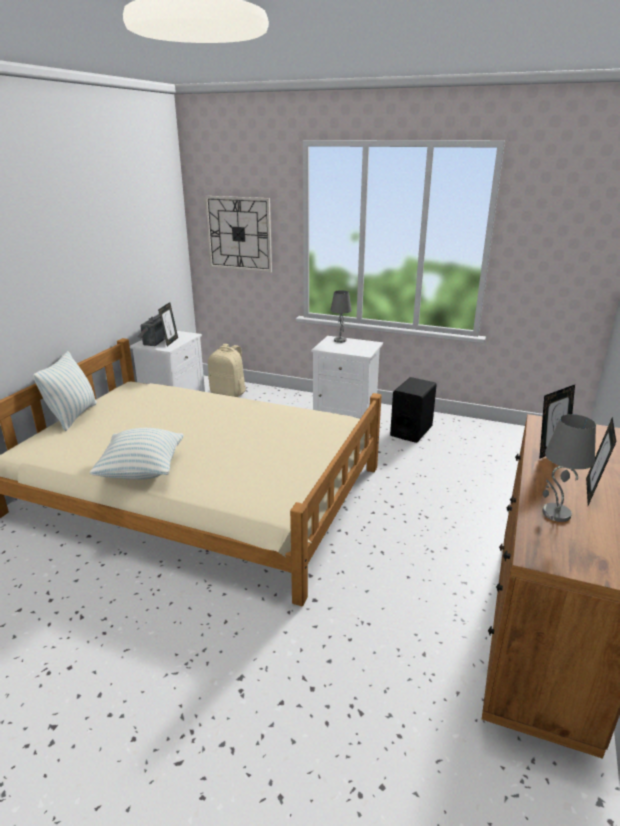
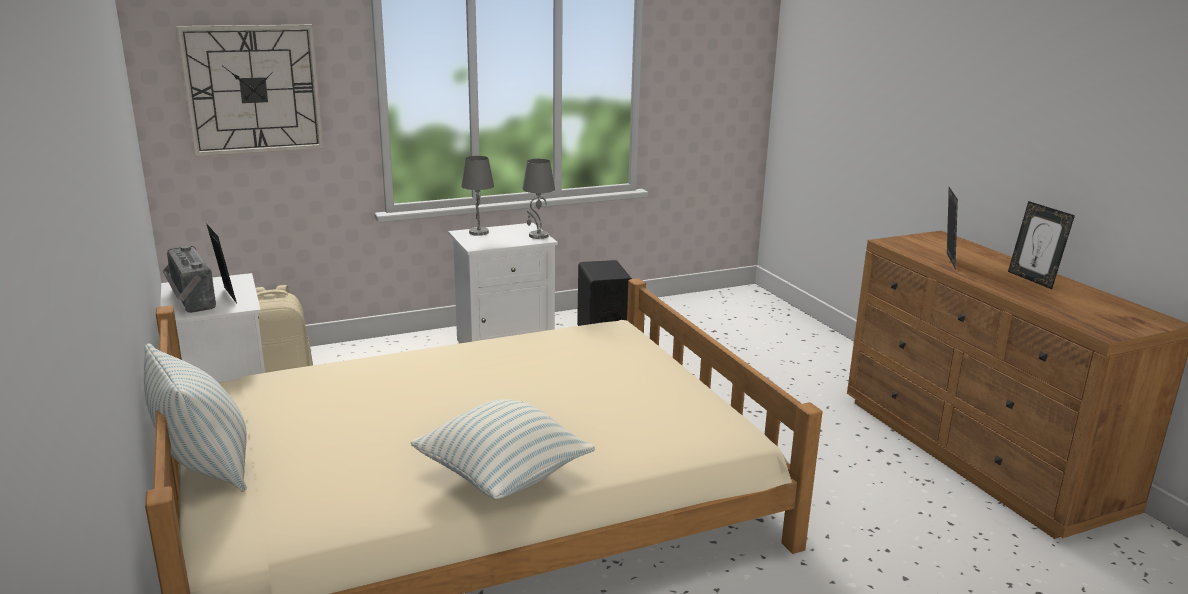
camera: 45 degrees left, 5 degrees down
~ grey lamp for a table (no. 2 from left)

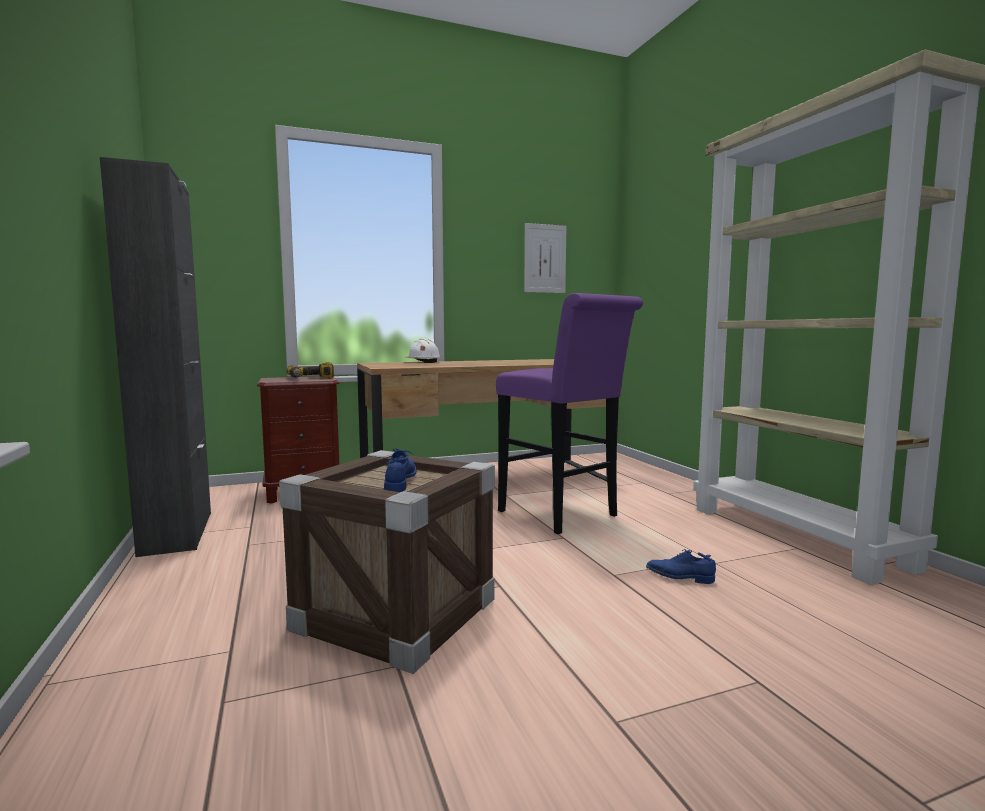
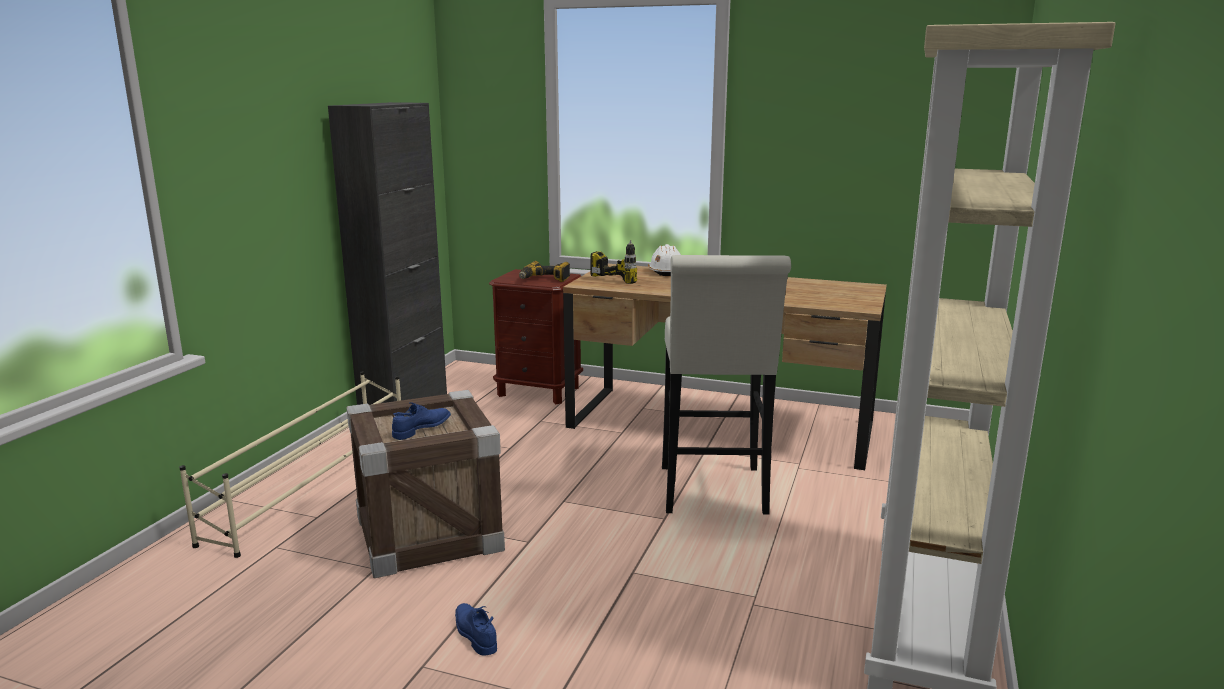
camera: 40 degrees right, 10 degrees up
- wall art
~ purplish stool seat to whitish stool seat
~ bluish shoe (no. 2 from left)
+ electric drill (no. 2 from left)
+ beige shoe stand

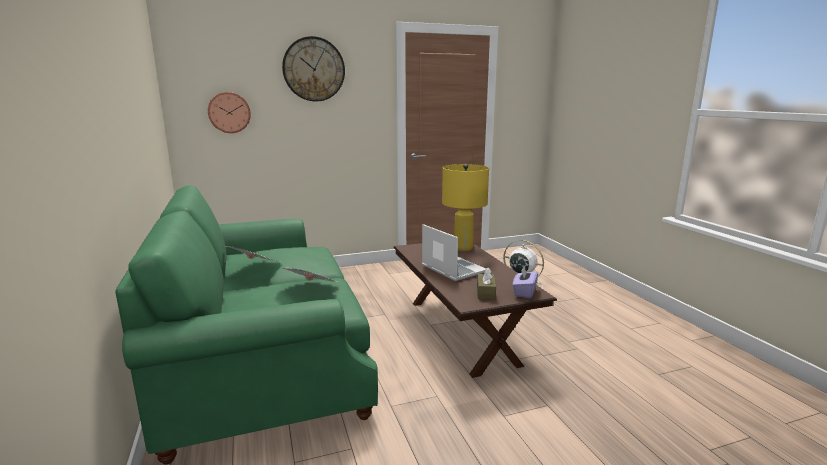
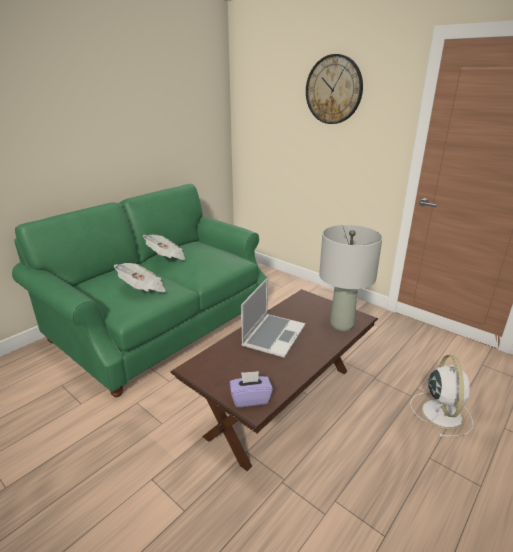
camera: 60 degrees right, 10 degrees up
- hanging clock (no. 1 from left)
~ yellow lamp for a table to grey lamp for a table
- brown-coloured tissue holder

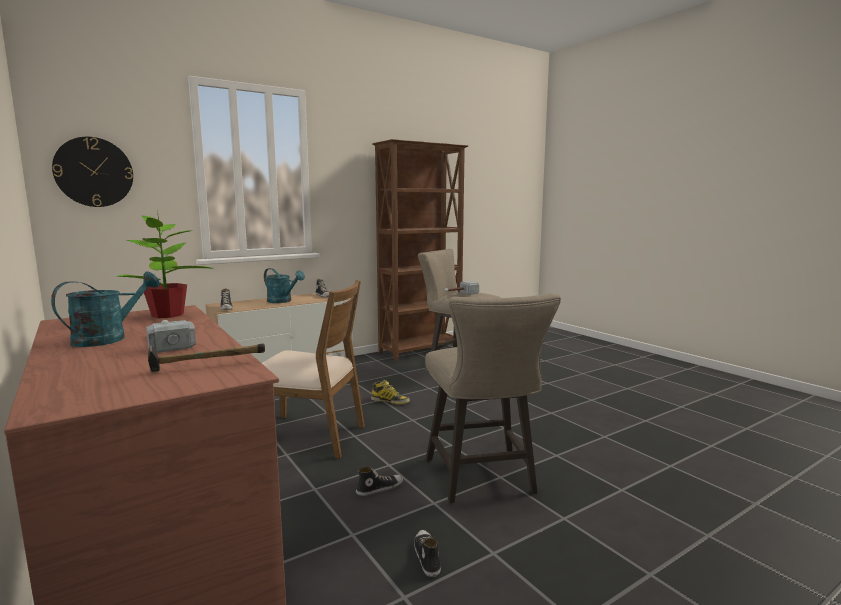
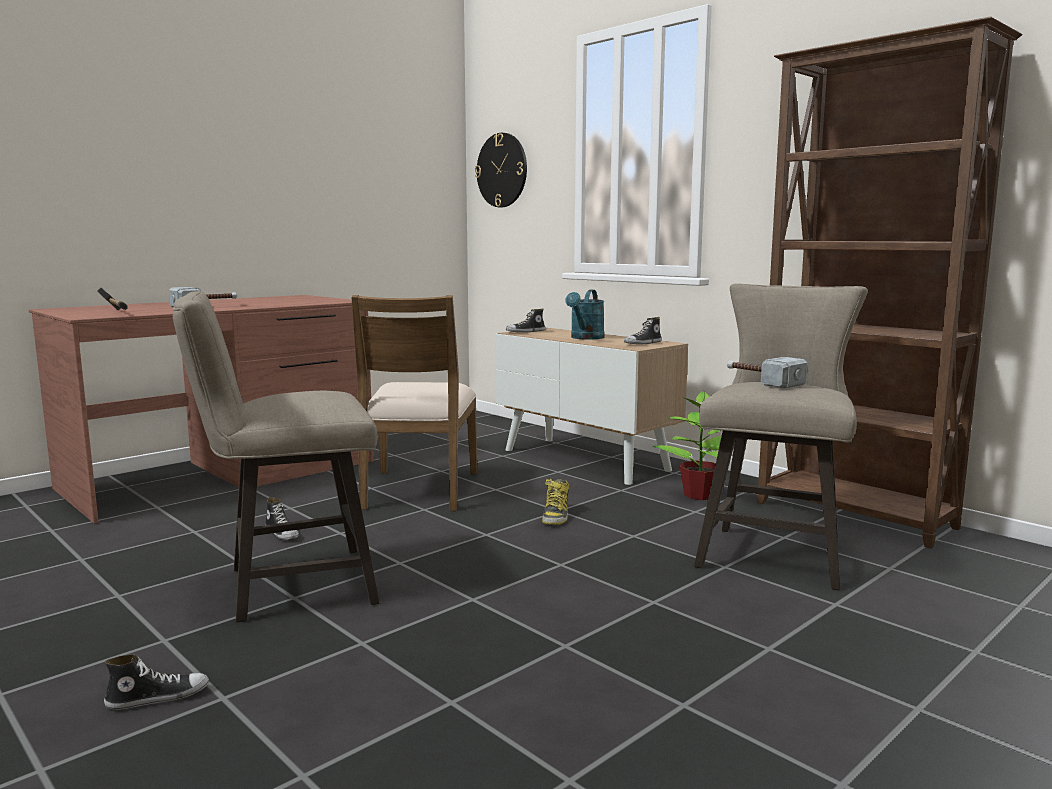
camera: 80 degrees right, 0 degrees up
~ potted plant
- turquoise-coloured sprinkling can (no. 1 from left)
~ shoe (no. 4 from left in the first image) to shoe (no. 1 from left)

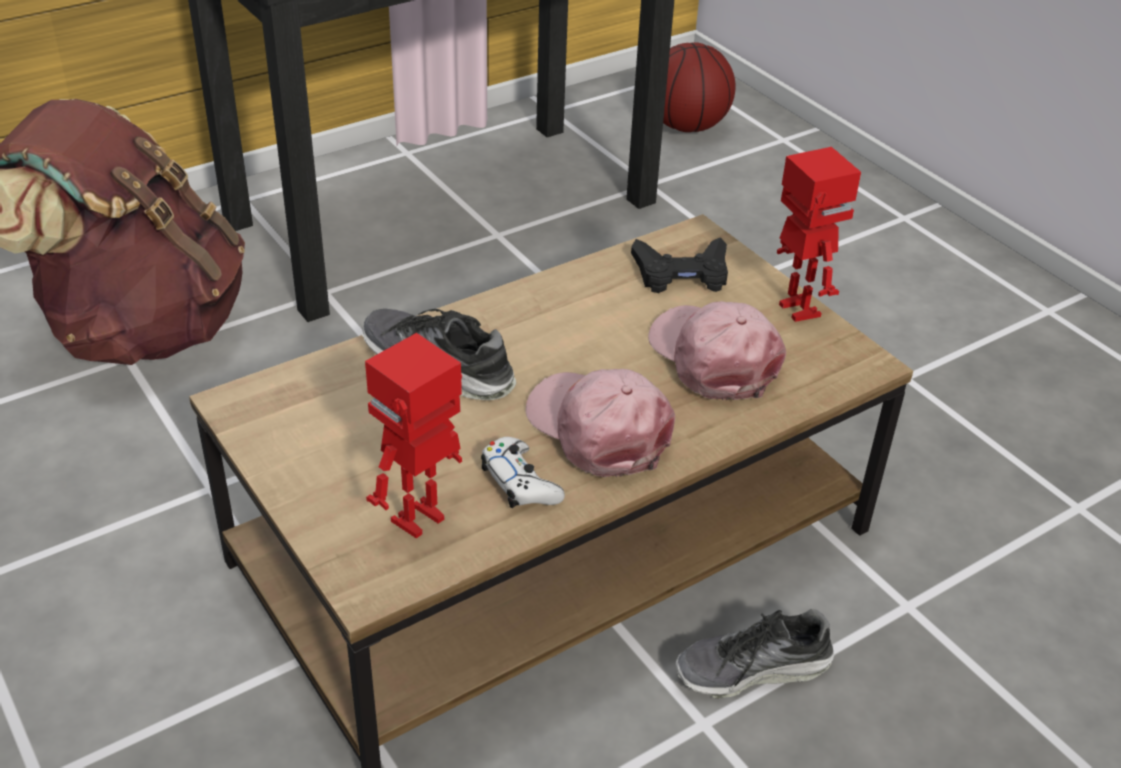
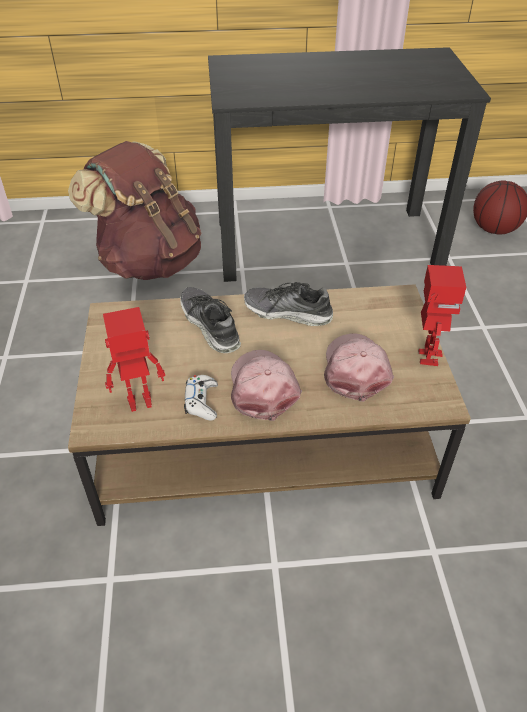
camera: 30 degrees right, 5 degrees up
- black joypad
~ shoe (no. 2 from left)

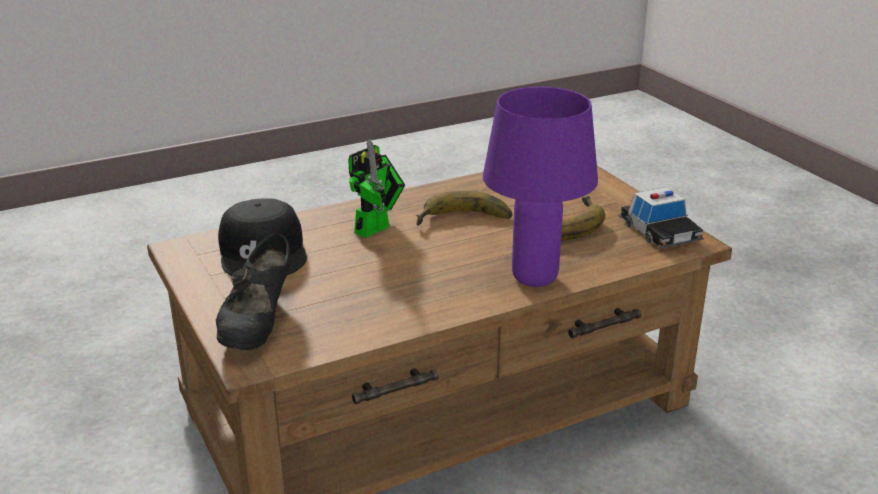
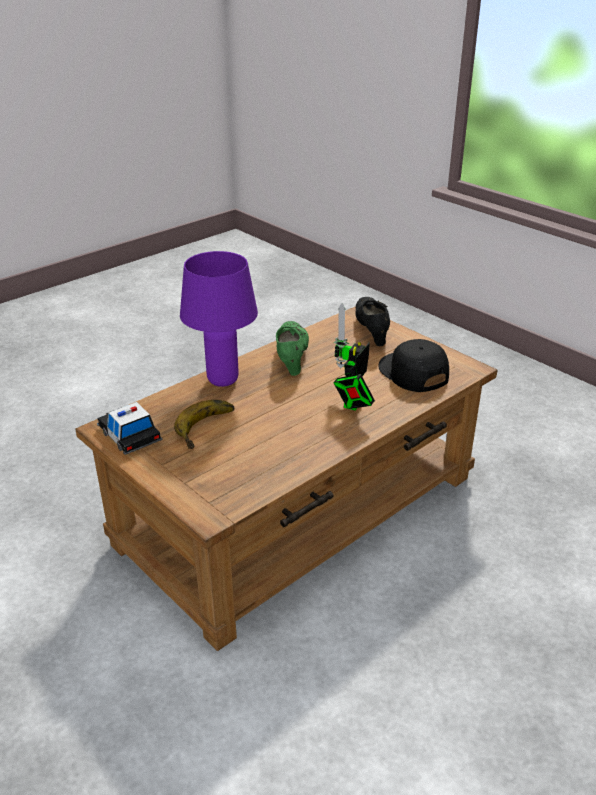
camera: 165 degrees right, 5 degrees up
- whole banana (no. 1 from left)
+ green-coloured shoe

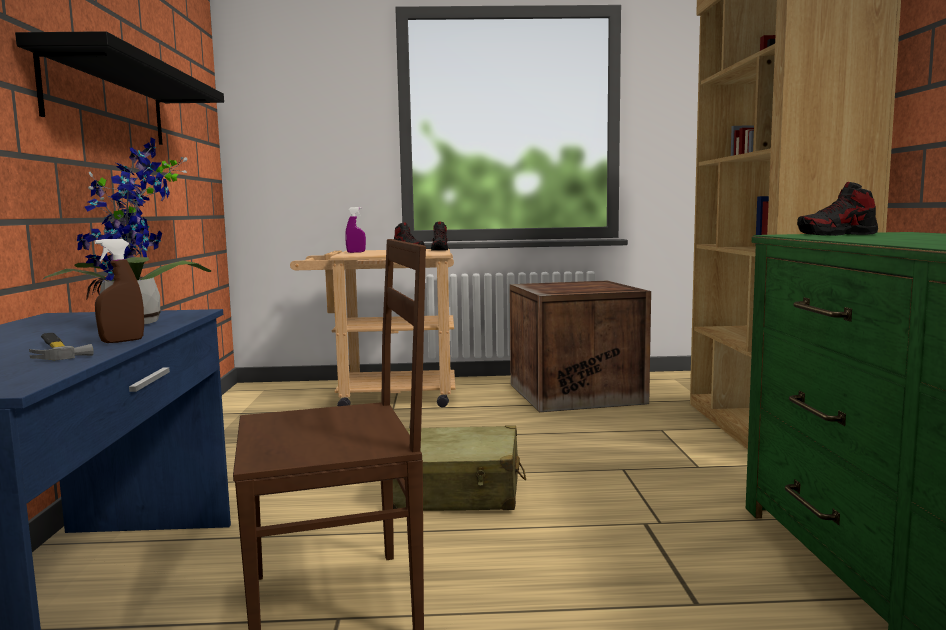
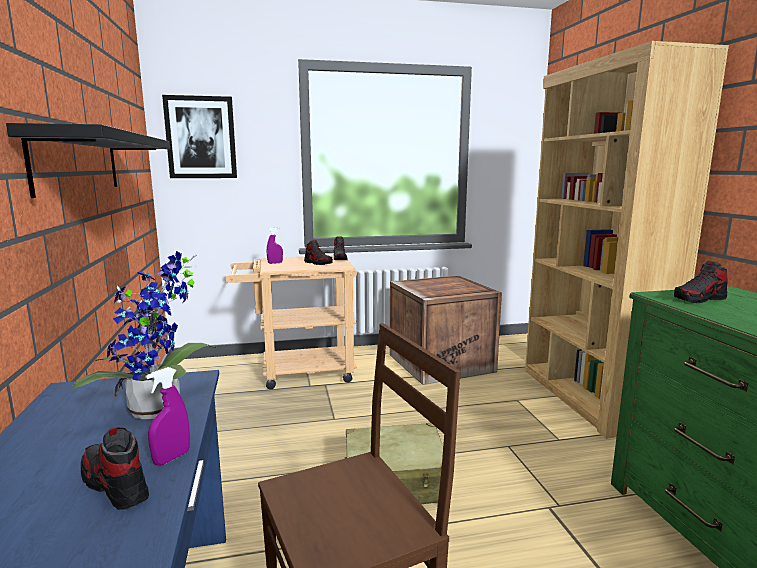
camera: 10 degrees left, 5 degrees up
~ brown-coloured sprayer to purplish sprayer (no. 1 from left)
~ hammer to shoe (no. 1 from left)
+ wall art

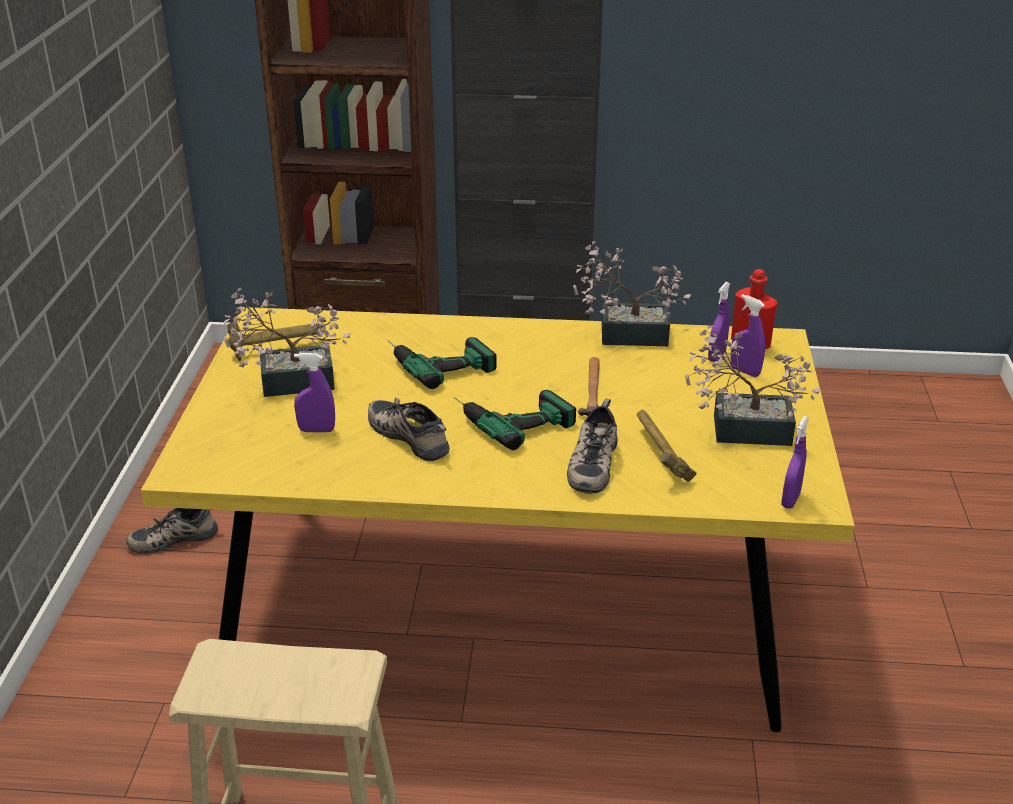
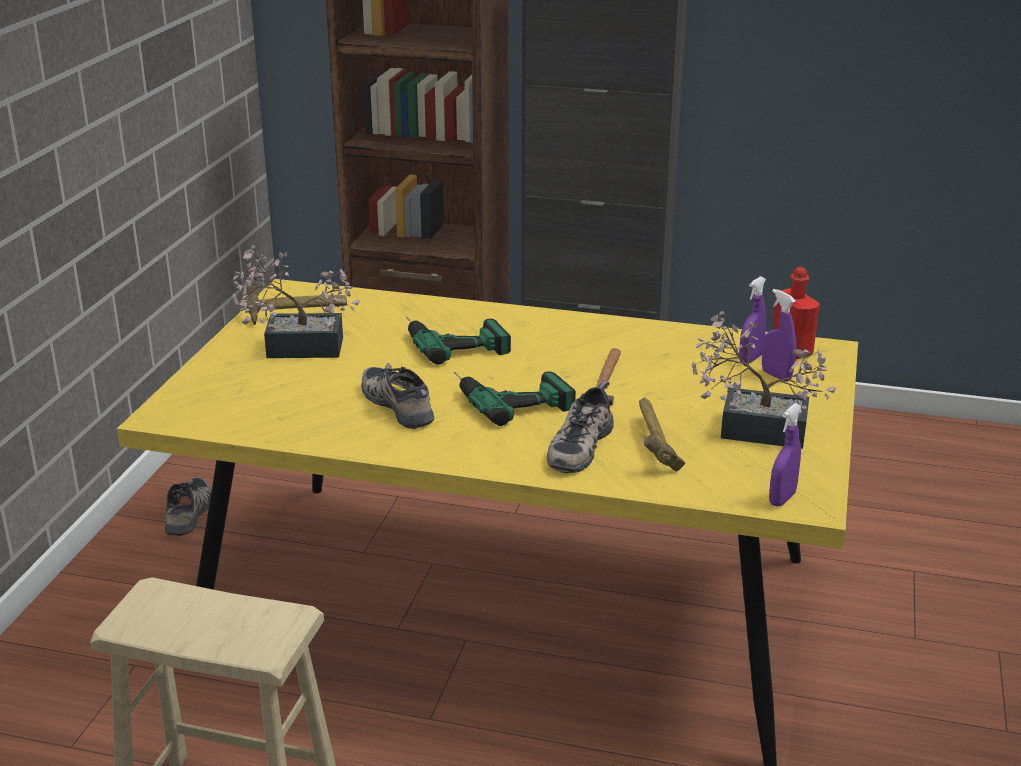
camera: 10 degrees right, 5 degrees down
- potted plant (no. 2 from left)
- purplish sprayer (no. 1 from left)
~ shoe (no. 1 from left) 105 degrees clockwise

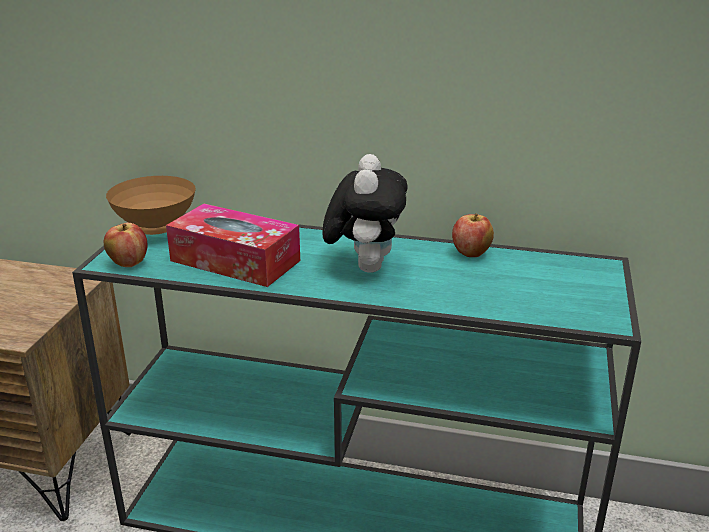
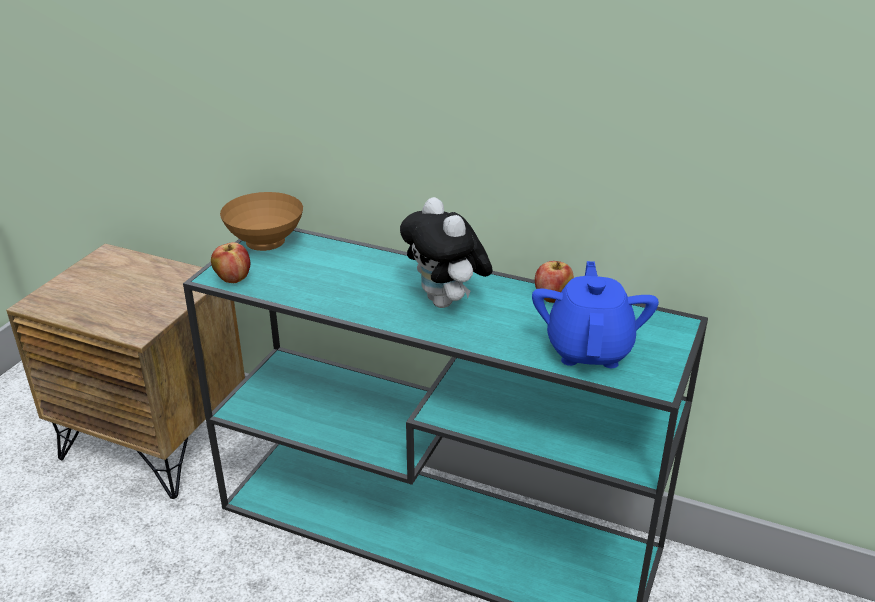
camera: 10 degrees right, 5 degrees up
~ cuddly toy 135 degrees clockwise
- tissue holder
+ bluish teapot

